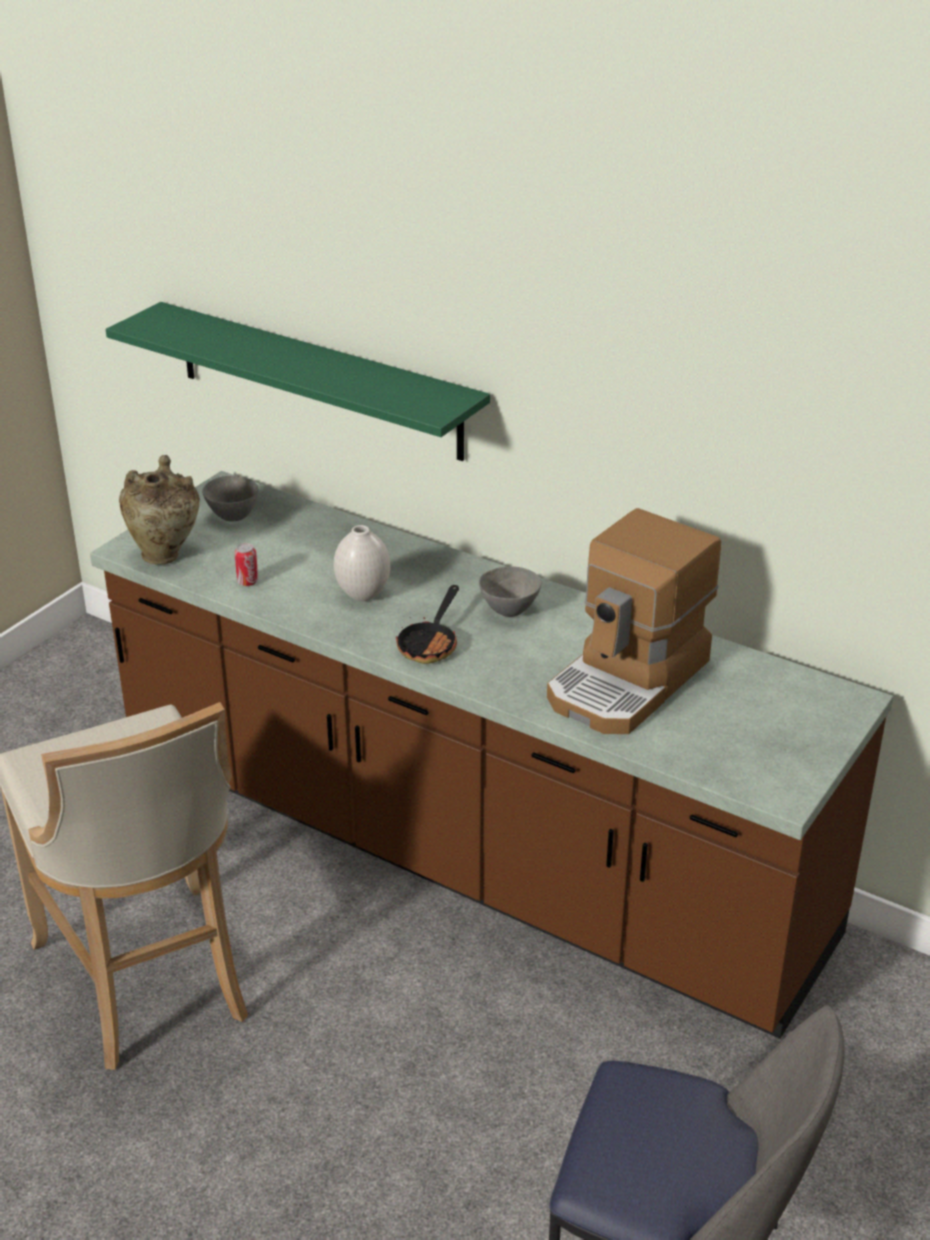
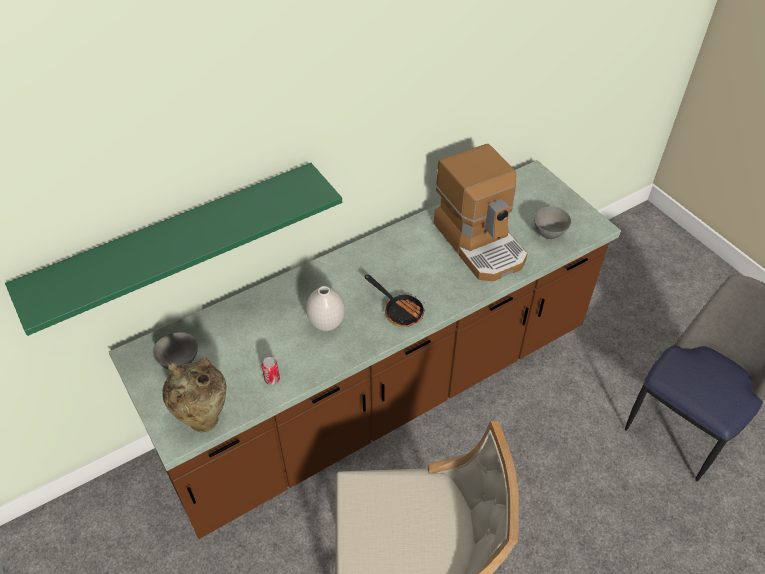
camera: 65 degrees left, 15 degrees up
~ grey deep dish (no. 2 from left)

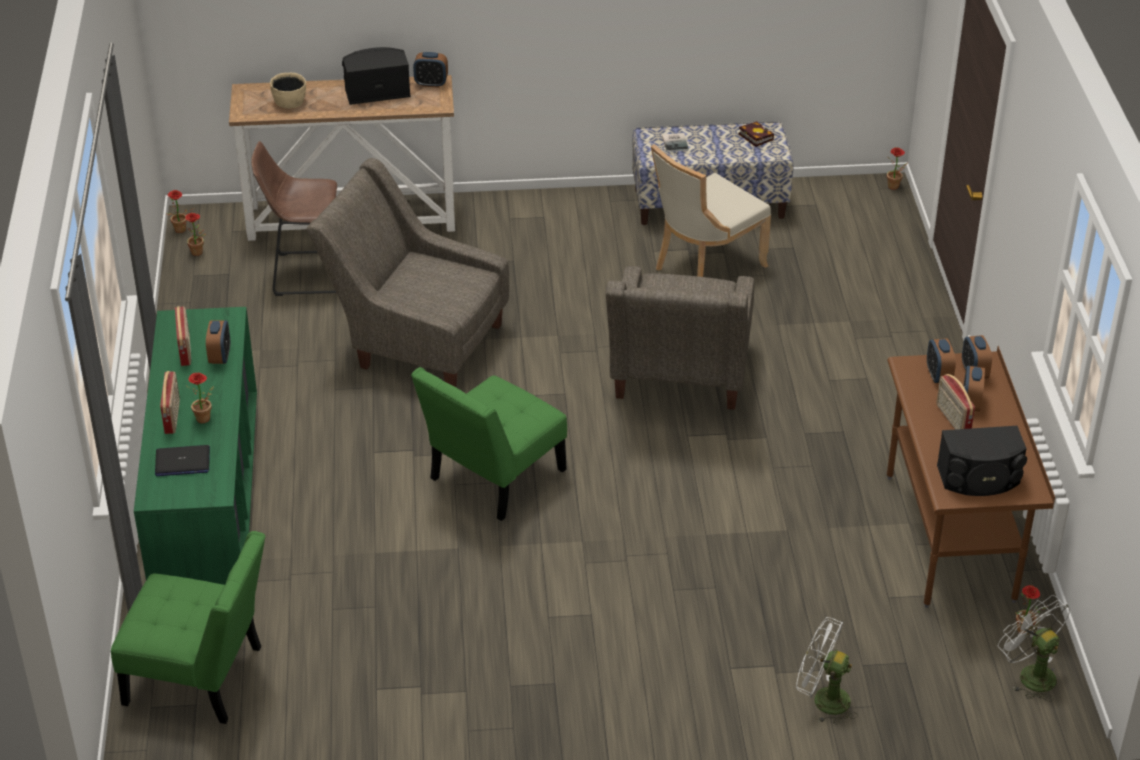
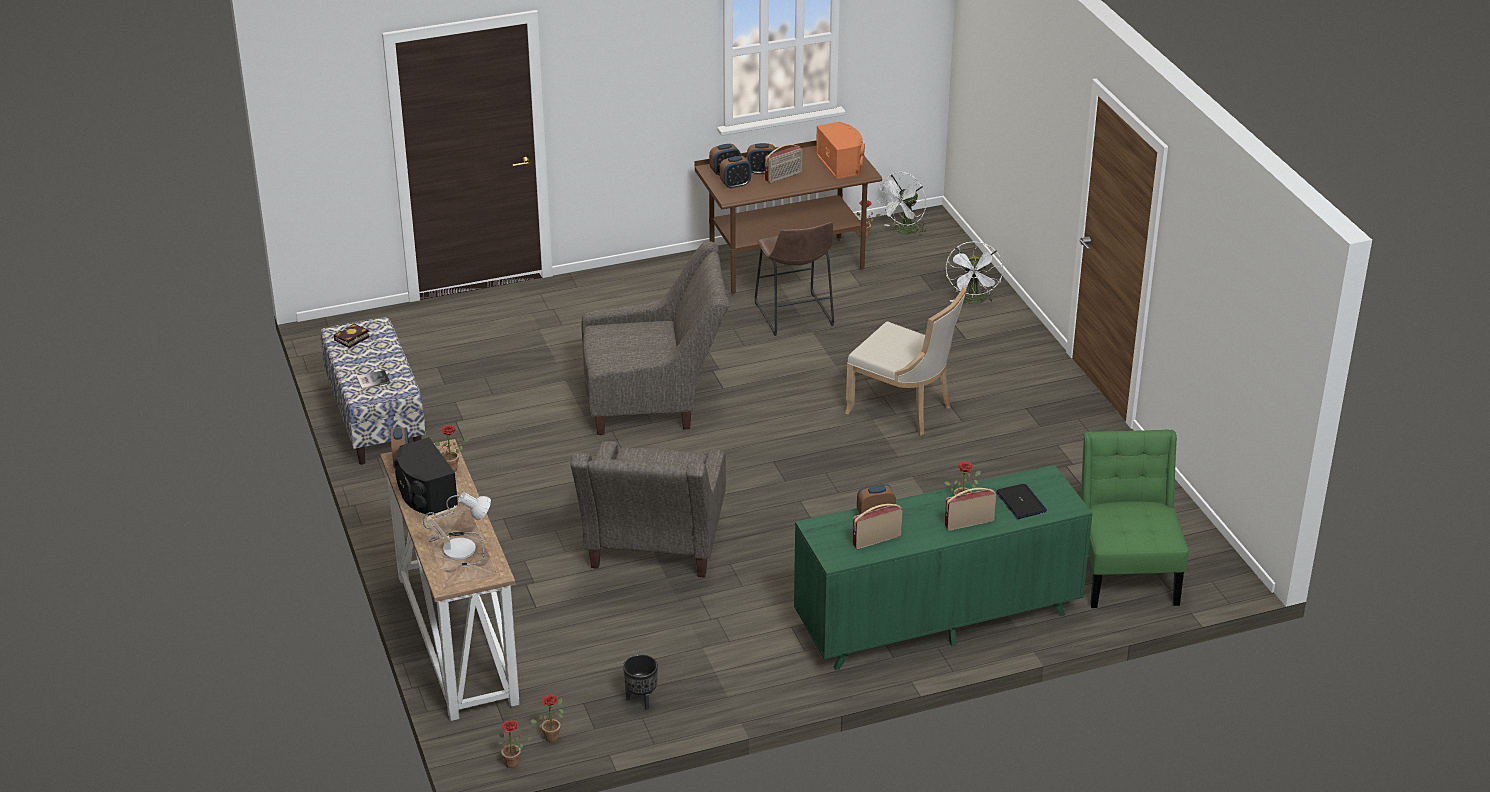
camera: 105 degrees left, 5 degrees down
~ beige deep dish to lamp for a table
~ brown-coloured stool seat
~ beige upright chair
~ potted plant (no. 4 from left in the first image) to potted plant (no. 1 from left)
- green-coloured upright chair (no. 2 from left)
~ black audio speaker (no. 2 from left) to orangey audio speaker
+ black plant pot

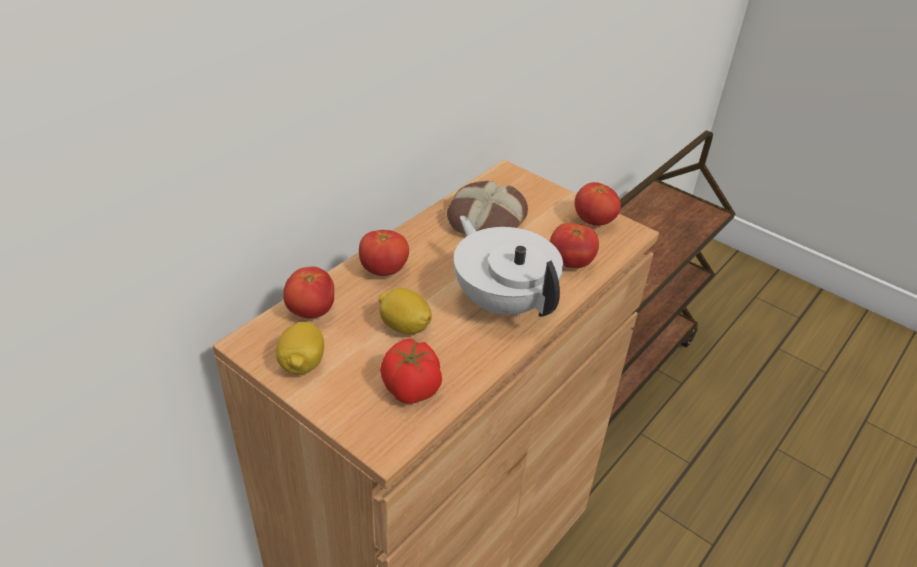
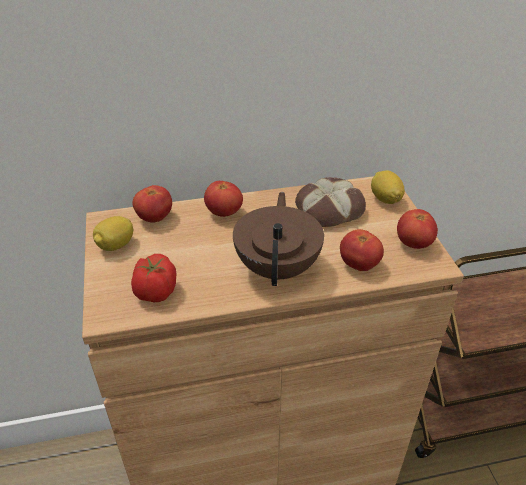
camera: 40 degrees right, 0 degrees up
~ whitish teapot to brown-coloured teapot
~ whole lemon (no. 2 from left)

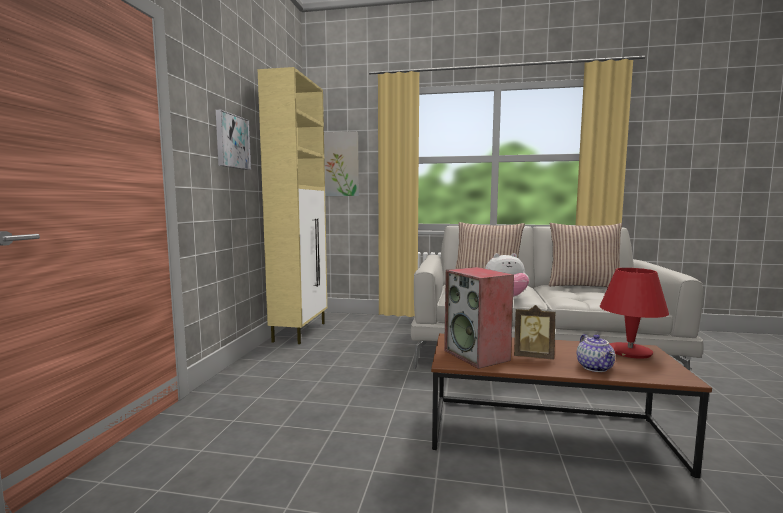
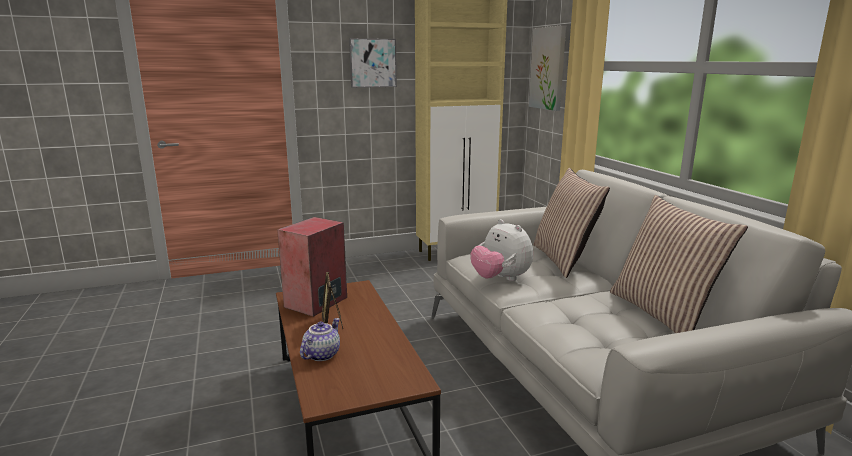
camera: 60 degrees right, 10 degrees up
- reddish lamp for a table
~ teapot 150 degrees clockwise

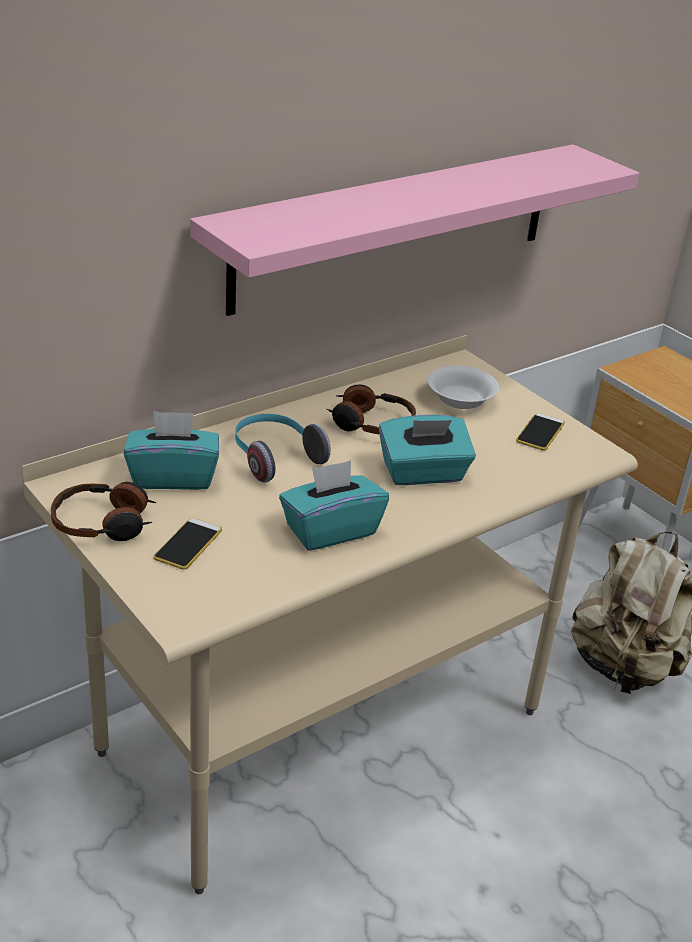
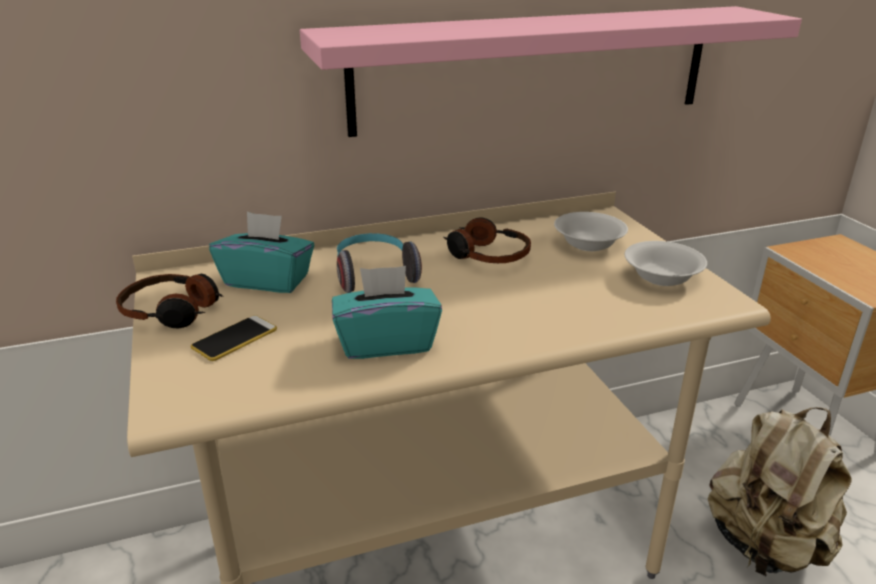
camera: 20 degrees right, 5 degrees down
~ phone (no. 2 from left) to whitish deep dish (no. 2 from left)
- turquoise-coloured tissue holder (no. 3 from left)

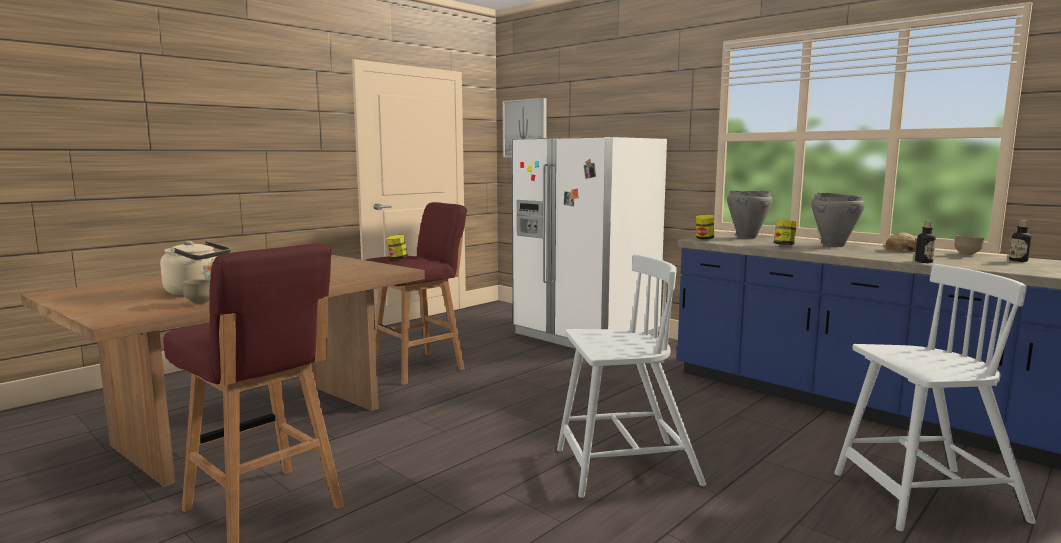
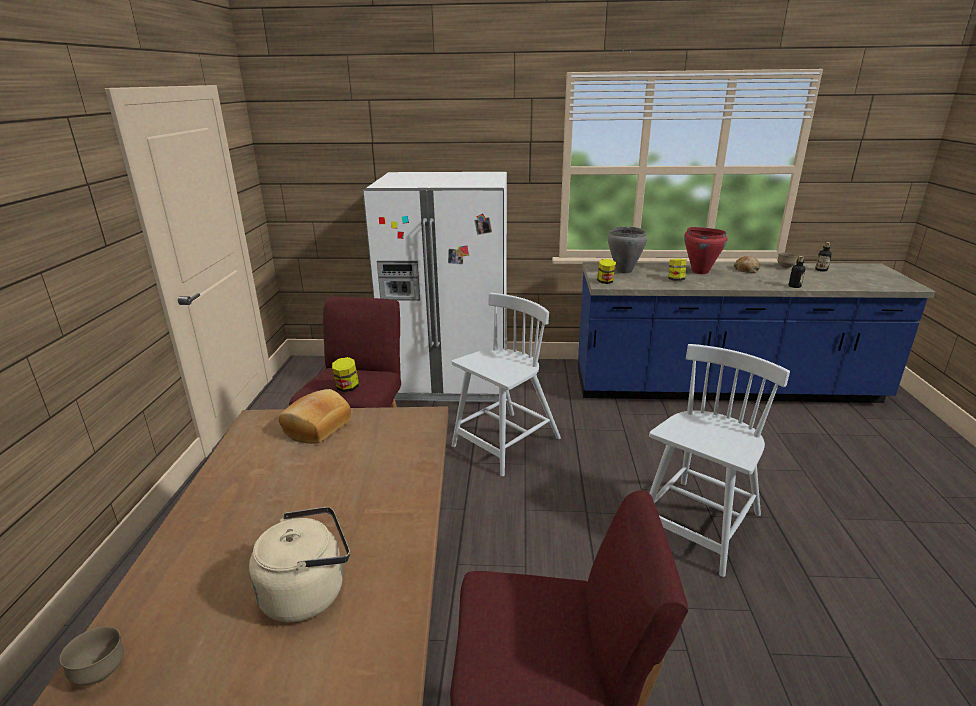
camera: 40 degrees left, 15 degrees up
- wall art
~ grey saucepot (no. 2 from left) to reddish saucepot
~ whitish upright chair (no. 2 from left in the first image) to whitish upright chair (no. 1 from left)
~ brown-coloured deep dish (no. 1 from left)
+ baked bread (no. 1 from left)

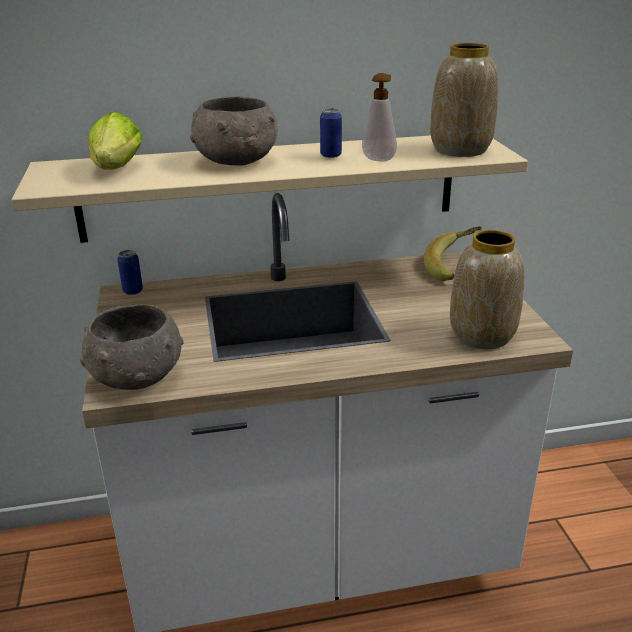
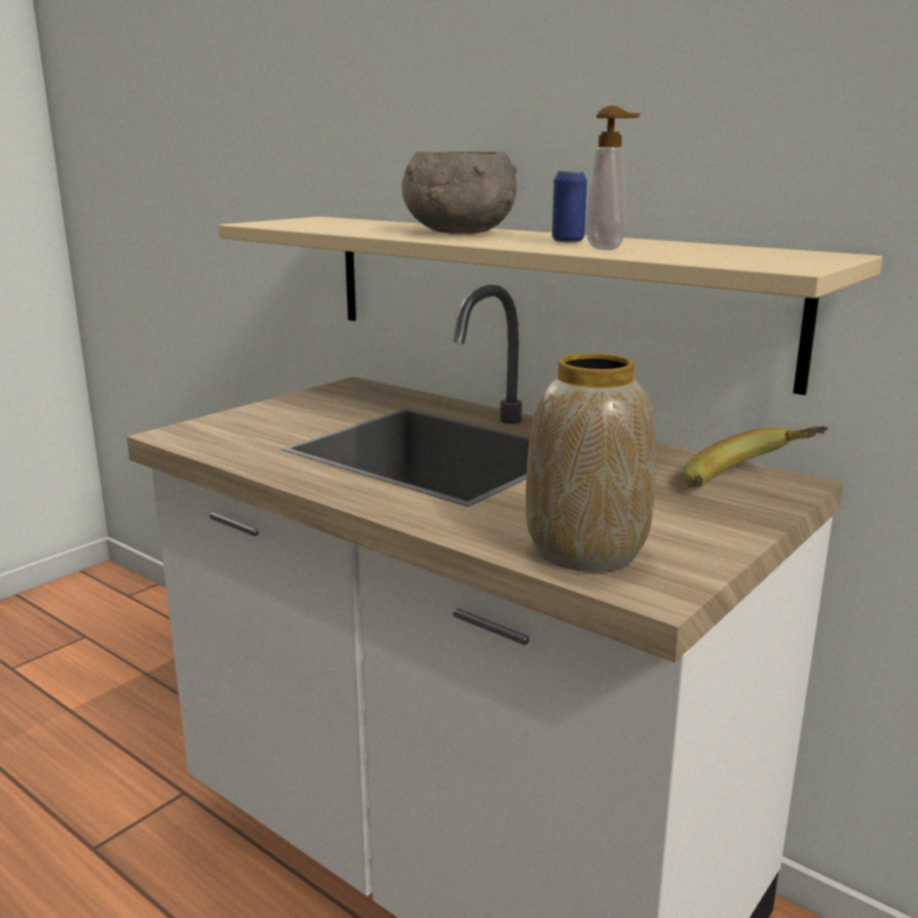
camera: 50 degrees right, 10 degrees down
- vase (no. 1 from left)
- head of lettuce
- metal can (no. 1 from left)
- grey deep dish (no. 1 from left)

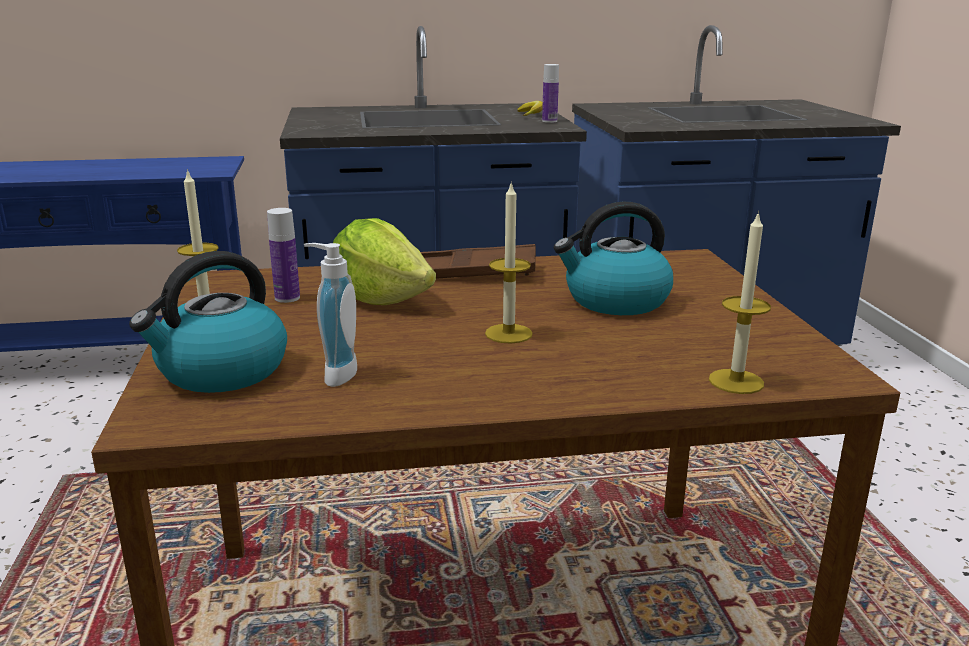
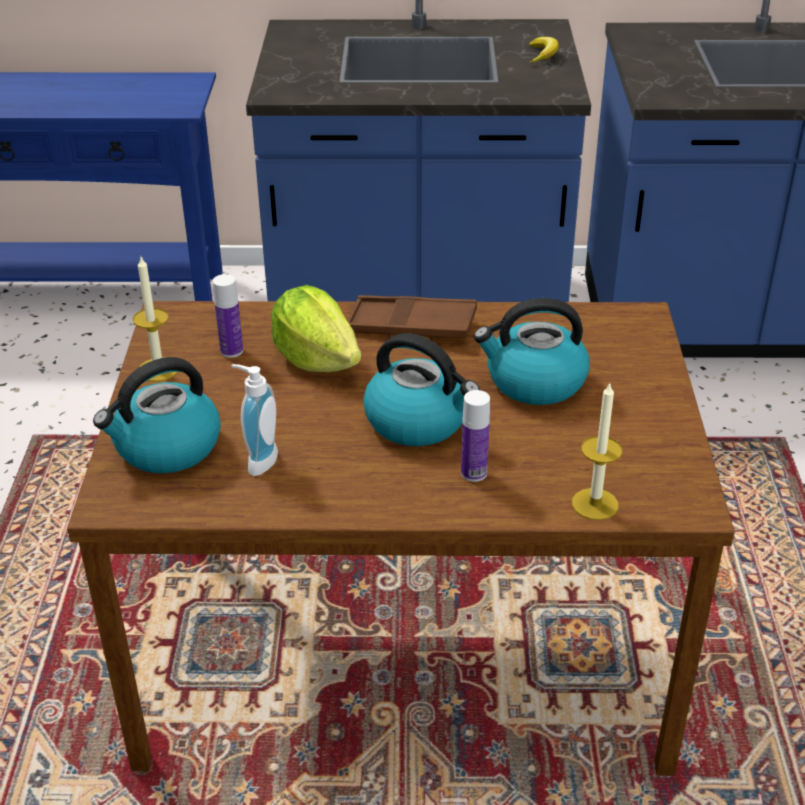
camera: 10 degrees right, 15 degrees up
~ bottle (no. 2 from left)
~ wax light (no. 2 from left) to tea kettle (no. 2 from left)

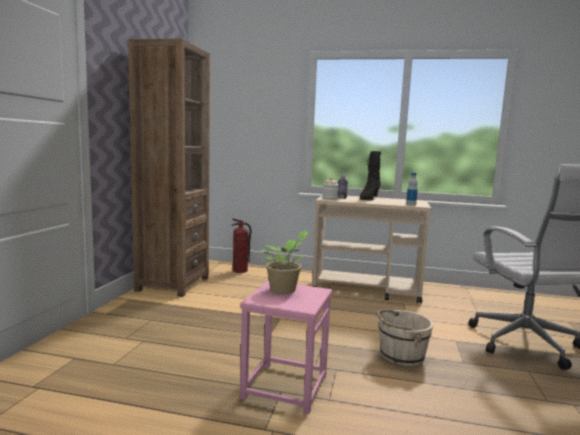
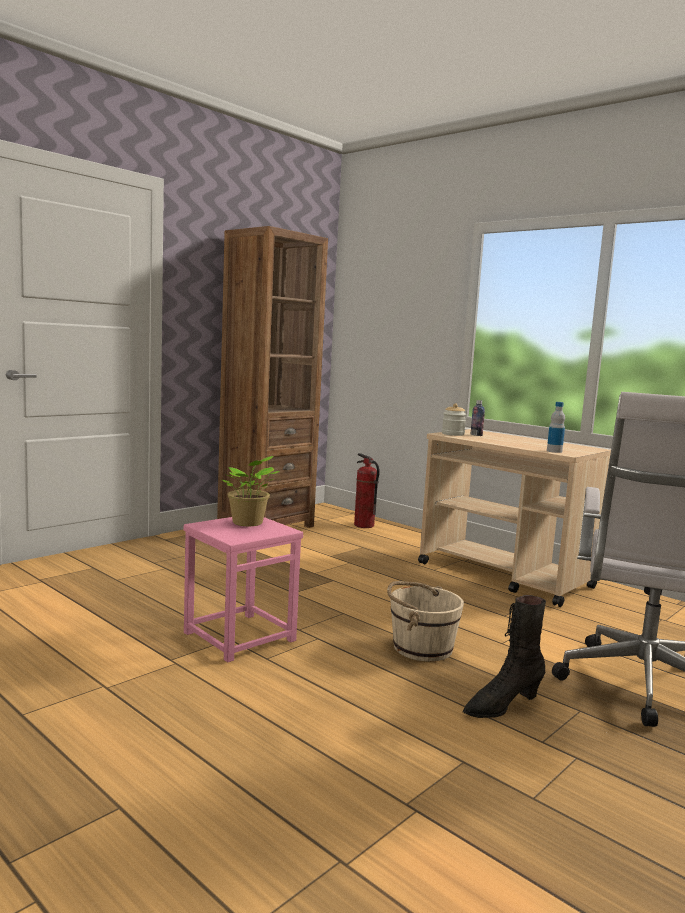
camera: 30 degrees right, 0 degrees up
~ black high-top boot

